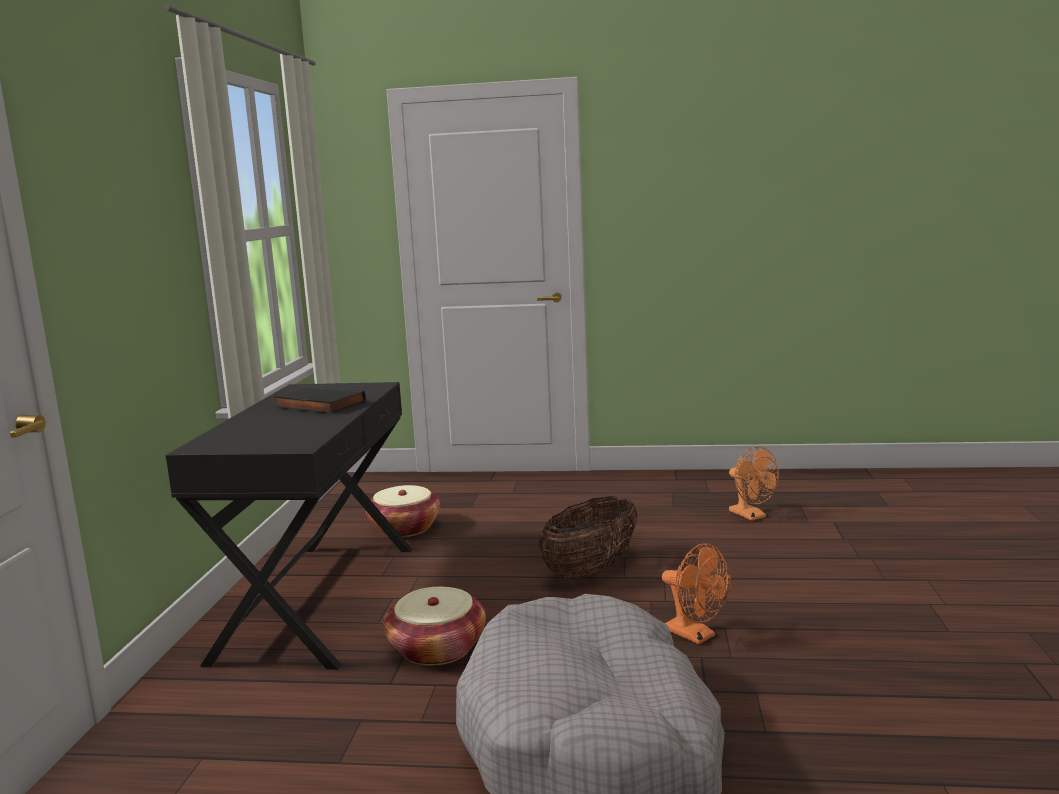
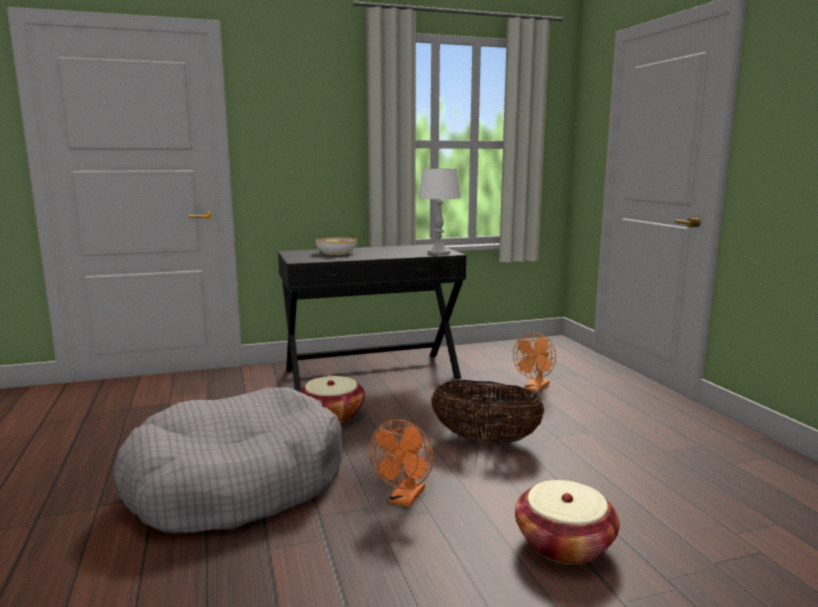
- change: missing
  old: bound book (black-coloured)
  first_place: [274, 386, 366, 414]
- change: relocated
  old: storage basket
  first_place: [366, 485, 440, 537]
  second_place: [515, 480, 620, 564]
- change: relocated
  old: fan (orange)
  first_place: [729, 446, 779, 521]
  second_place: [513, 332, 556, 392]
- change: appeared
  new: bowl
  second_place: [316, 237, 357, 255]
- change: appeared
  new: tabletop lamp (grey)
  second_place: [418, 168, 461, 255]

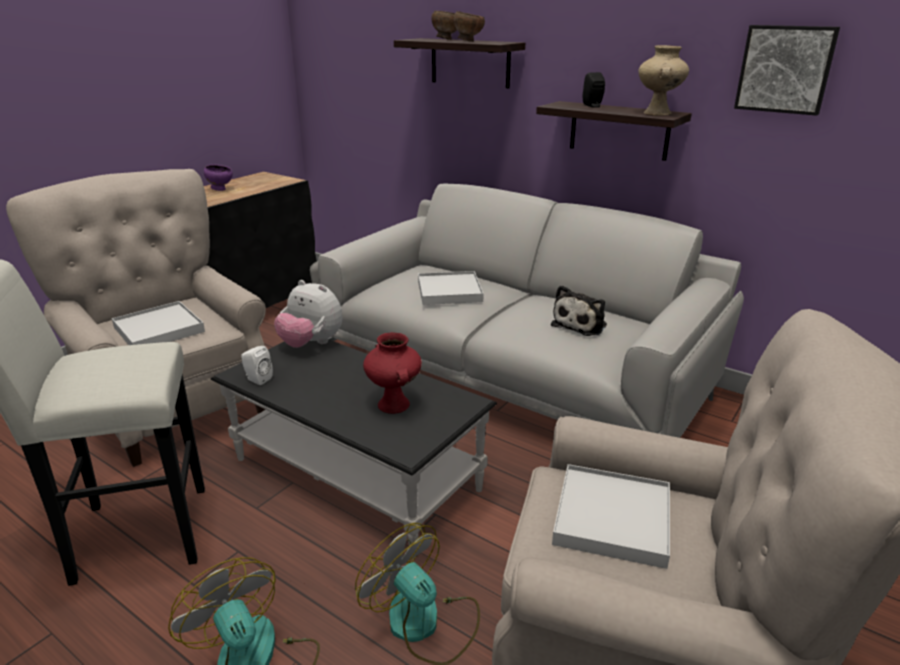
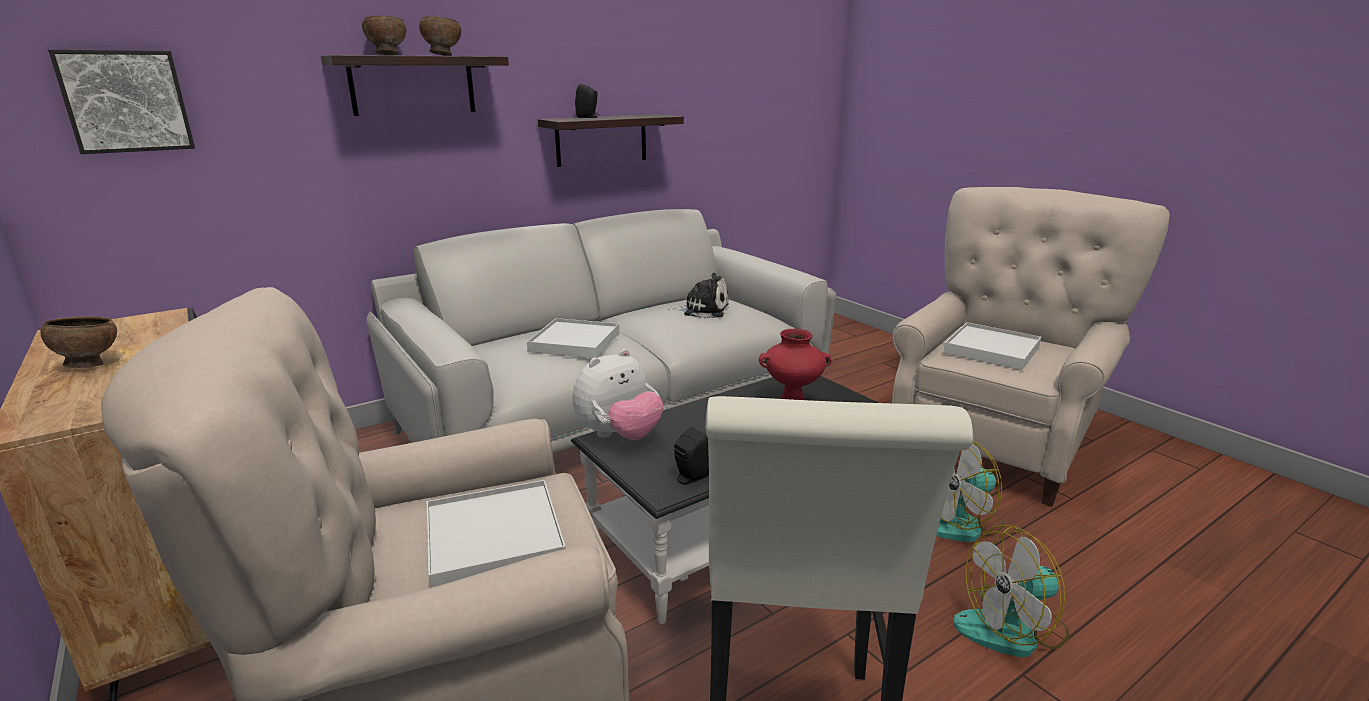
- change: colour
  old: bowl (purplish)
  new: bowl (brown)
  first_place: [204, 164, 233, 191]
  second_place: [40, 316, 117, 368]
- change: colour
  old: loudspeaker (white-coloured)
  new: loudspeaker (black-coloured)
  first_place: [241, 346, 273, 385]
  second_place: [674, 427, 709, 485]
- change: spun
  old: cuddly toy
  first_place: [551, 285, 607, 336]
  second_place: [668, 273, 729, 319]
  degrees: -45
- change: missing
  old: decorative vase (beige-coloured)
  first_place: [638, 45, 689, 116]
- change: relocated
  old: picture
  first_place: [734, 25, 840, 116]
  second_place: [48, 50, 195, 154]

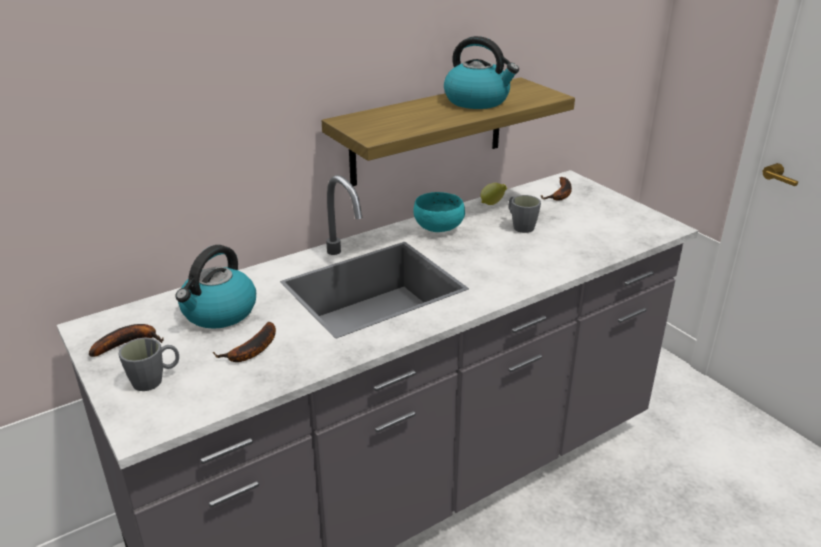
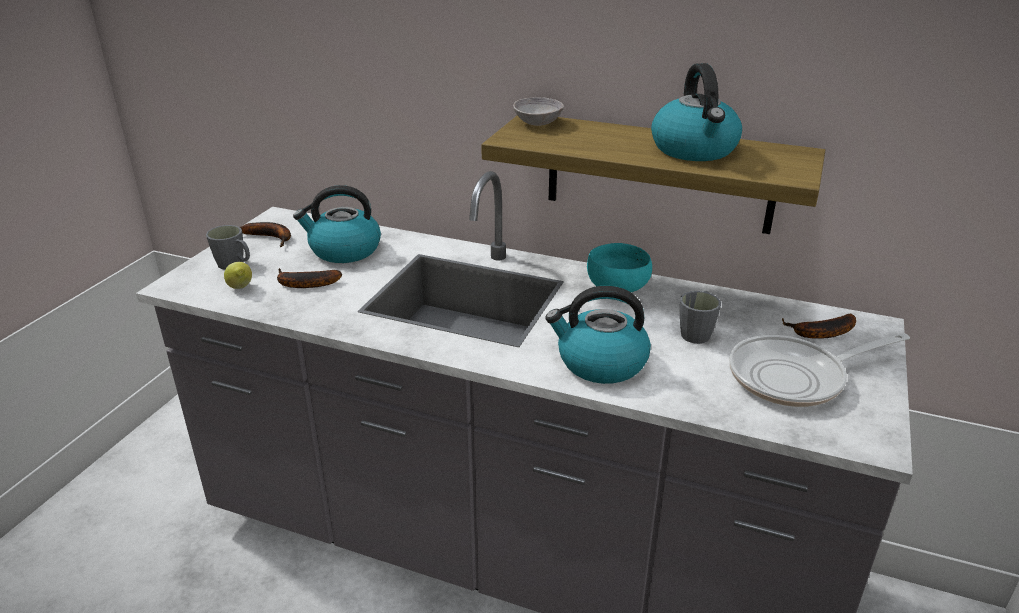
- change: relocated
  old: lemon
  first_place: [481, 183, 507, 205]
  second_place: [224, 262, 252, 289]
- change: appeared
  new: bowl (grey)
  second_place: [513, 97, 564, 126]
- change: appeared
  new: tea kettle
  second_place: [545, 286, 651, 384]
- change: appeared
  new: skillet
  second_place: [729, 333, 910, 407]

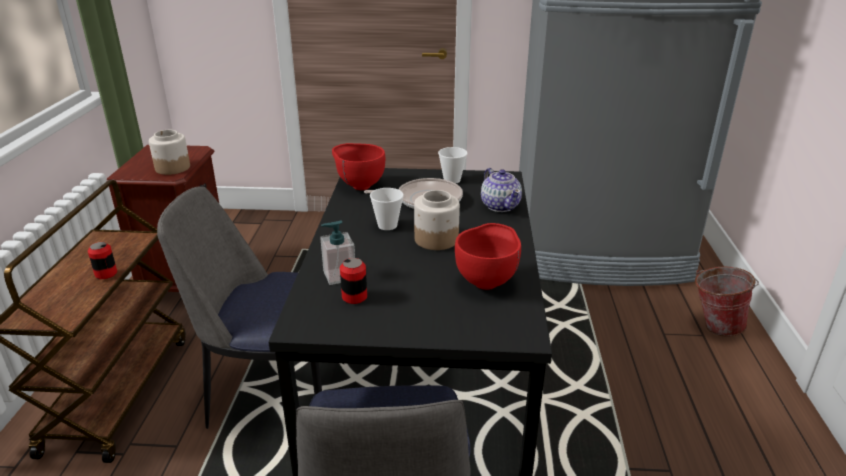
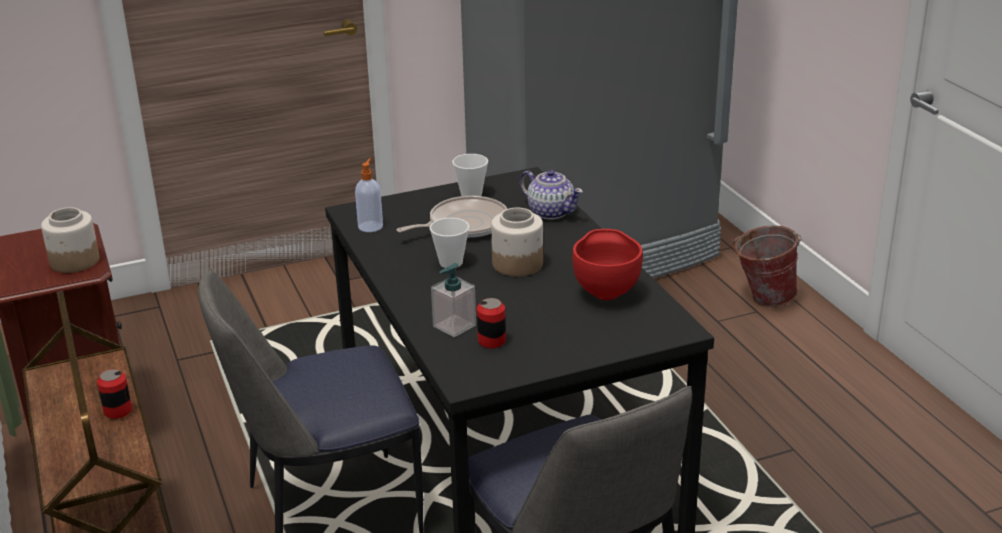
- change: exchanged
  old: bowl (reddish)
  new: soap bottle
  first_place: [332, 143, 385, 190]
  second_place: [355, 158, 383, 232]

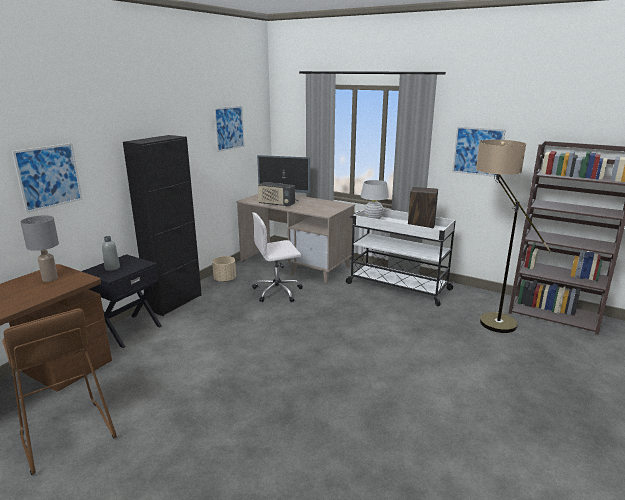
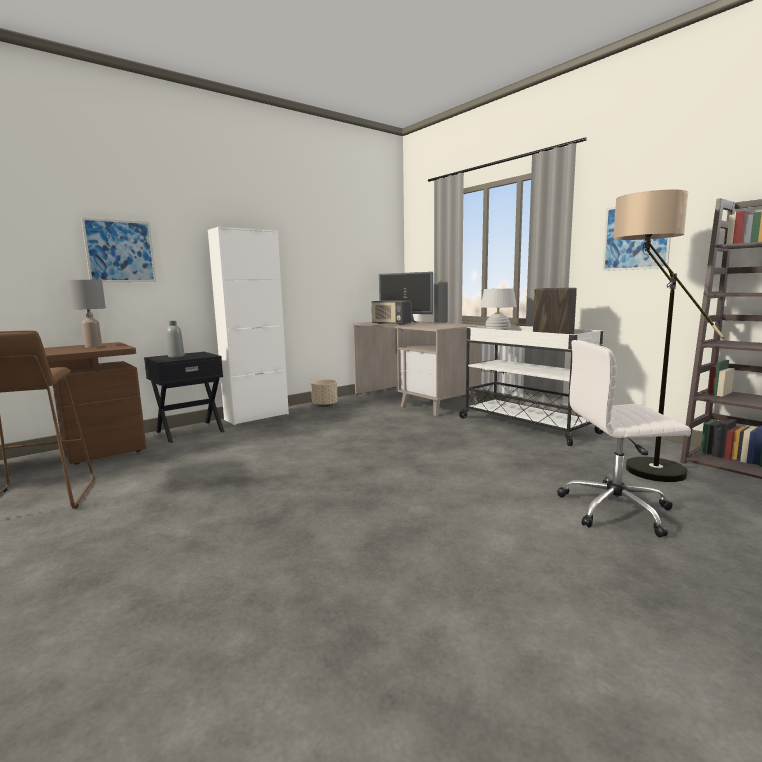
- change: colour
  old: storage cabinet (black-coloured)
  new: storage cabinet (white-coloured)
  first_place: [123, 135, 202, 316]
  second_place: [208, 227, 289, 425]
- change: missing
  old: picture
  first_place: [214, 106, 245, 152]
- change: relocated
  old: computer chair (white-coloured)
  first_place: [252, 212, 303, 302]
  second_place: [557, 340, 691, 537]

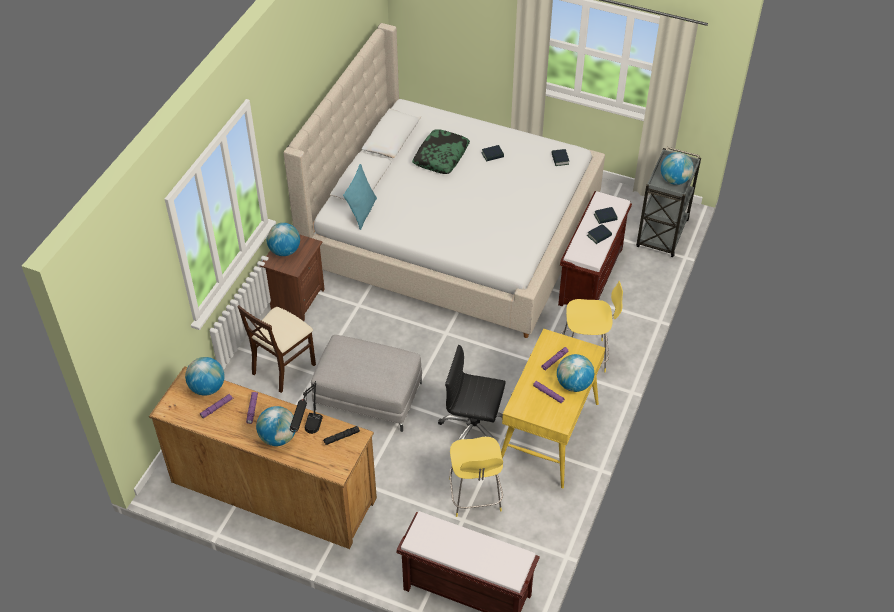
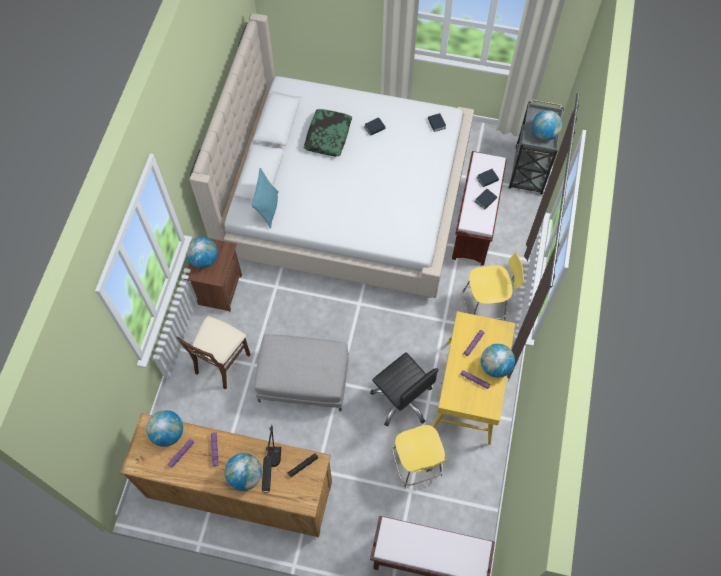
- change: spun
  old: computer chair (black-coloured)
  first_place: [438, 345, 506, 440]
  second_place: [370, 352, 439, 426]
  degrees: -135

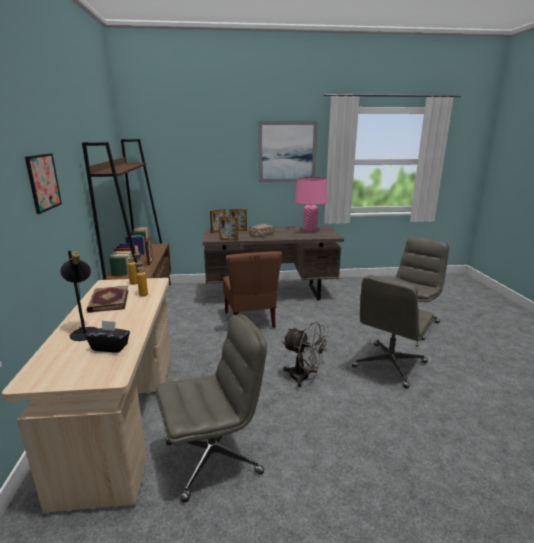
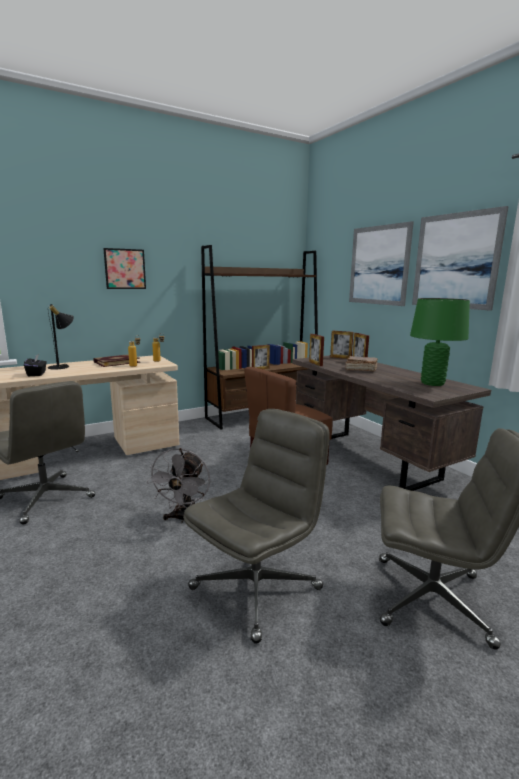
- change: colour
  old: tabletop lamp (pink)
  new: tabletop lamp (green)
  first_place: [295, 177, 328, 232]
  second_place: [410, 298, 470, 386]
- change: spun
  old: computer chair (grey)
  first_place: [352, 275, 434, 388]
  second_place: [183, 409, 330, 644]
  degrees: 120
- change: appeared
  new: picture
  second_place: [349, 221, 414, 306]

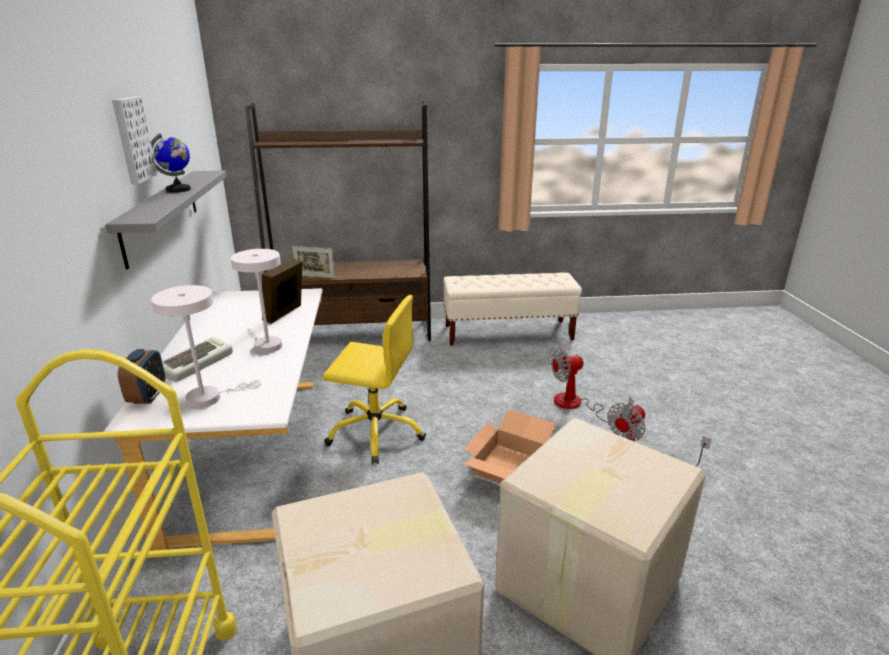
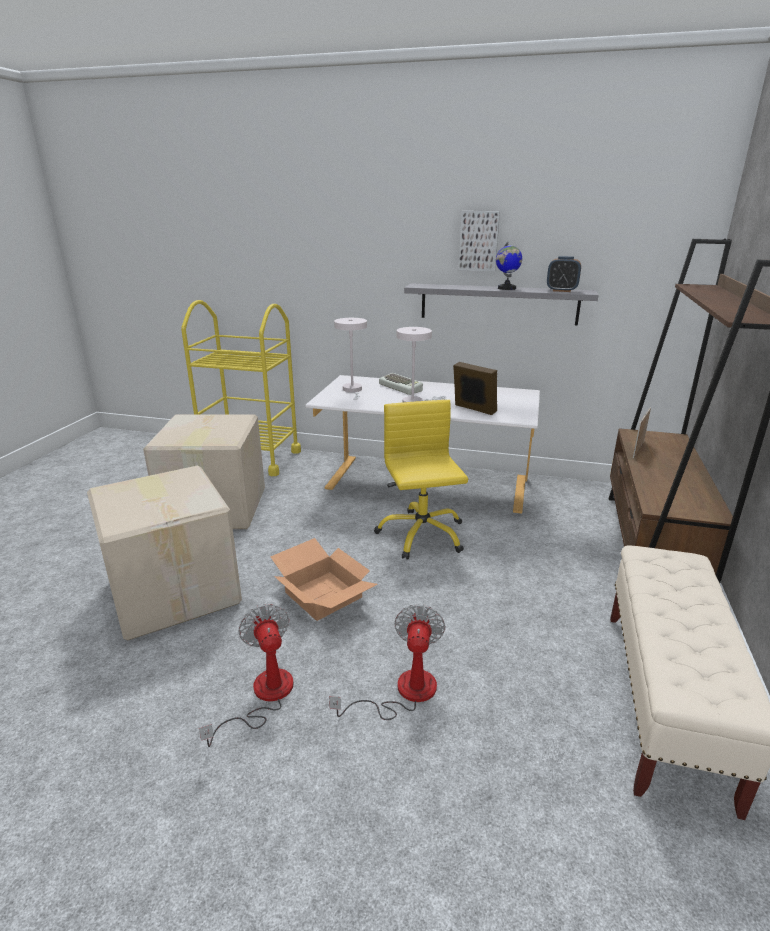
- change: relocated
  old: bedside clock
  first_place: [118, 349, 165, 404]
  second_place: [547, 256, 581, 292]
- change: spun
  old: computer chair (yellowish)
  first_place: [323, 295, 426, 464]
  second_place: [374, 400, 468, 560]
  degrees: 135

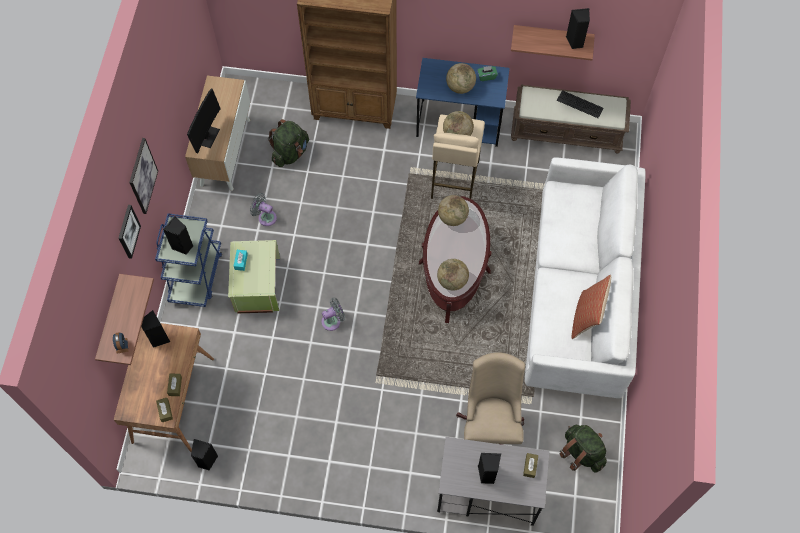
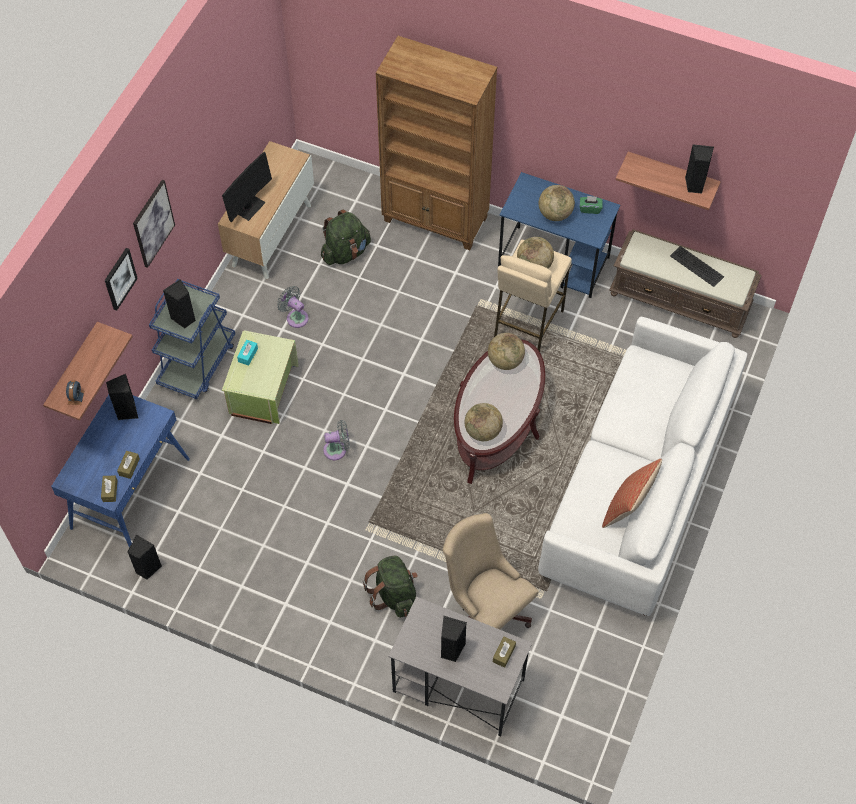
- change: colour
  old: desk unit (brown)
  new: desk unit (blue-coloured)
  first_place: [114, 323, 214, 452]
  second_place: [51, 395, 190, 548]
- change: spun
  old: computer chair (beige-coloured)
  first_place: [456, 352, 525, 445]
  second_place: [442, 513, 538, 629]
  degrees: -60
- change: relocated
  old: backpack (green)
  first_place: [560, 425, 607, 473]
  second_place: [363, 556, 418, 618]

